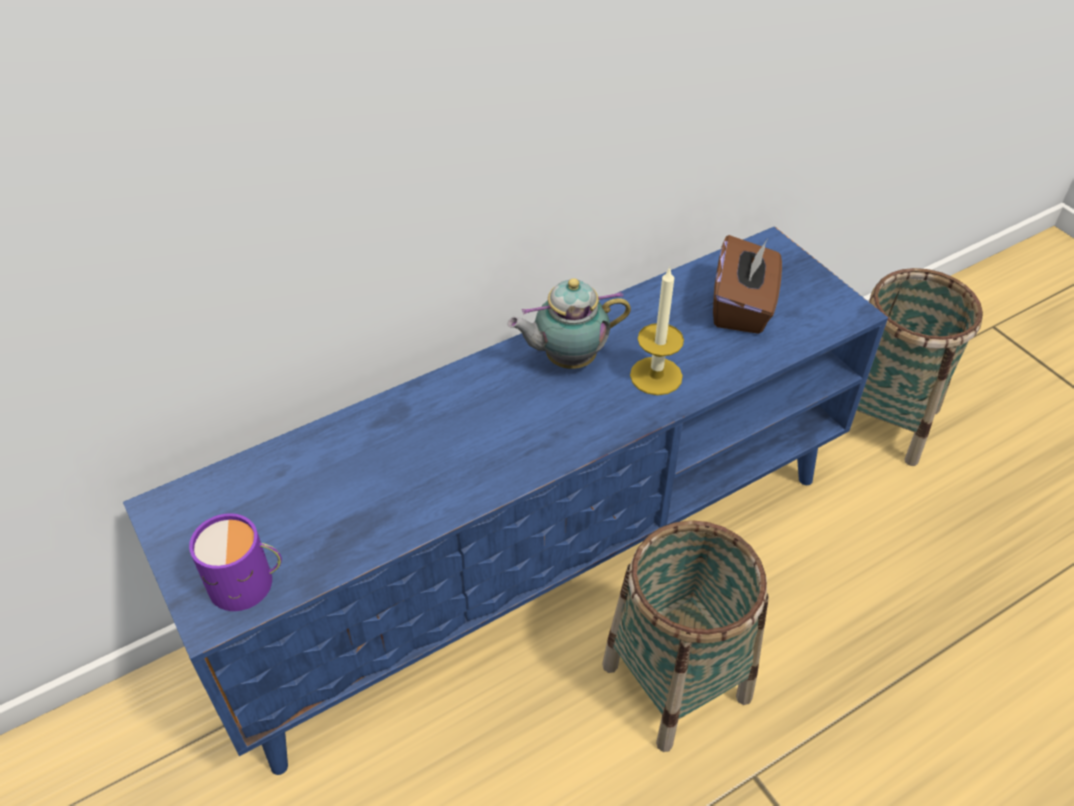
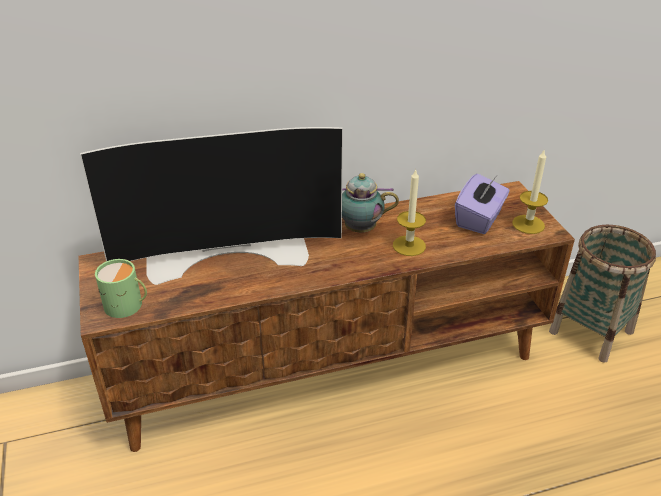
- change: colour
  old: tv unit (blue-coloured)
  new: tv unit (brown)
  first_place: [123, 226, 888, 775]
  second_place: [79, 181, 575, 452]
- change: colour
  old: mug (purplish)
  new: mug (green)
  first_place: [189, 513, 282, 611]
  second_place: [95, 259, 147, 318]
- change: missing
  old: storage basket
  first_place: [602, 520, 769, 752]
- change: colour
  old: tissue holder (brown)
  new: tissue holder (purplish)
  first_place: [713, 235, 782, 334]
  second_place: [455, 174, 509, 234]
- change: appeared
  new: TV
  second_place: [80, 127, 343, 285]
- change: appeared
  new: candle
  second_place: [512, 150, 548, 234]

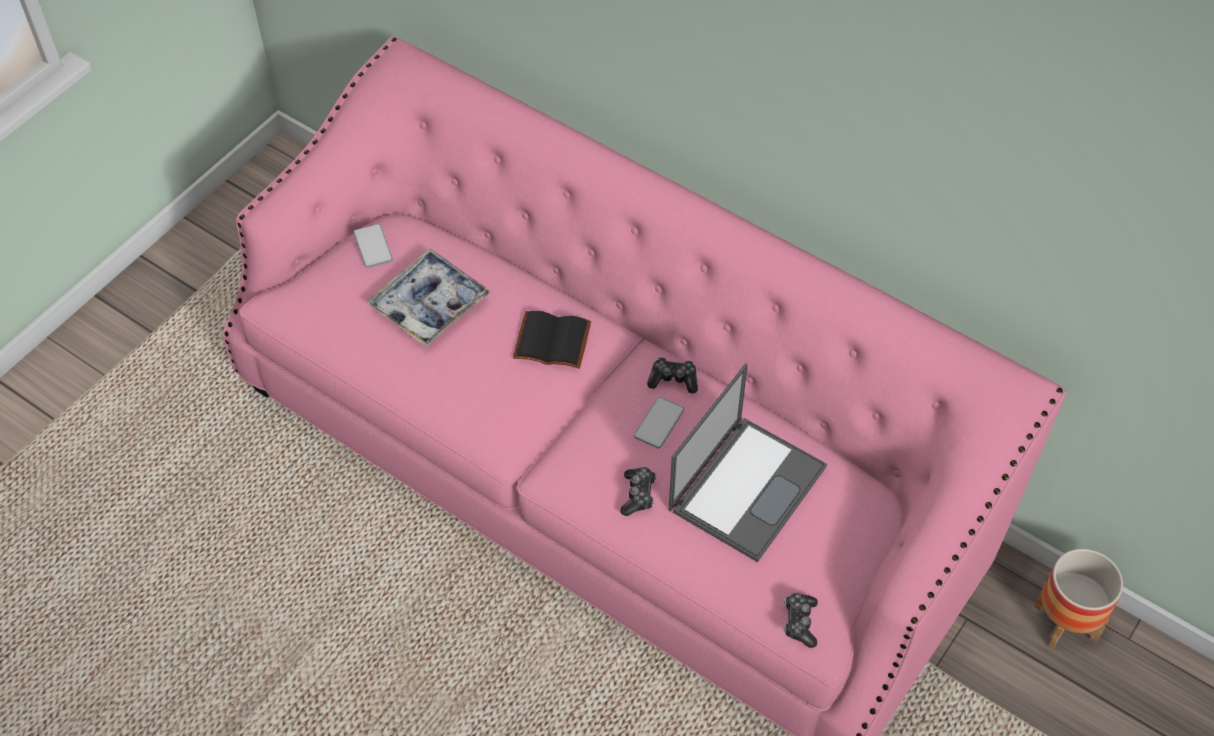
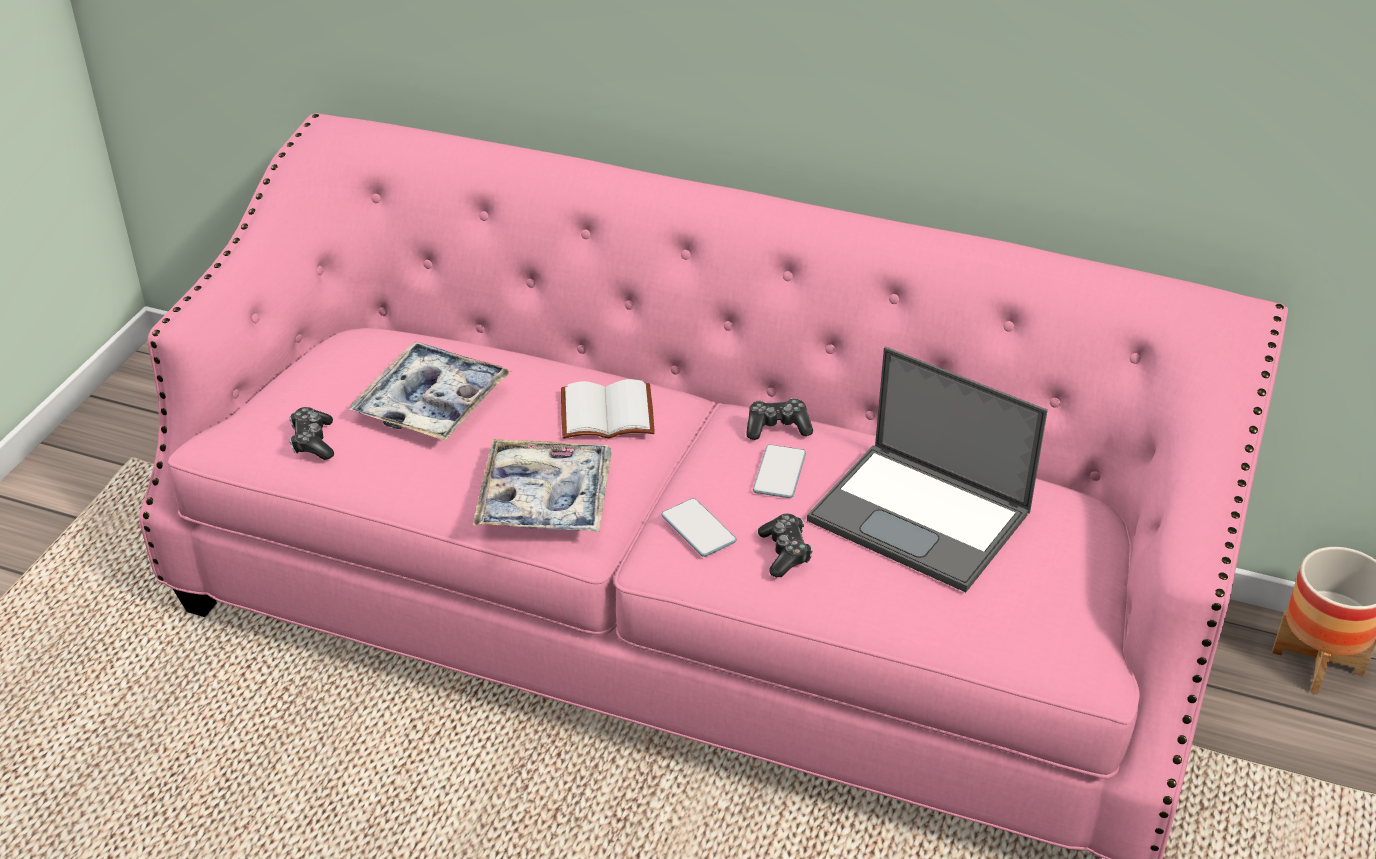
- change: relocated
  old: phone
  first_place: [354, 224, 393, 268]
  second_place: [662, 498, 737, 557]
- change: colour
  old: bound book (black-coloured)
  new: bound book (white-coloured)
  first_place: [513, 311, 591, 368]
  second_place: [561, 379, 655, 439]
- change: spun
  old: notebook computer
  first_place: [669, 363, 827, 562]
  second_place: [807, 347, 1048, 592]
  degrees: 105
- change: relocated
  old: joypad
  first_place: [784, 593, 818, 648]
  second_place: [289, 407, 334, 460]
- change: appeared
  new: tray
  second_place: [473, 439, 612, 532]

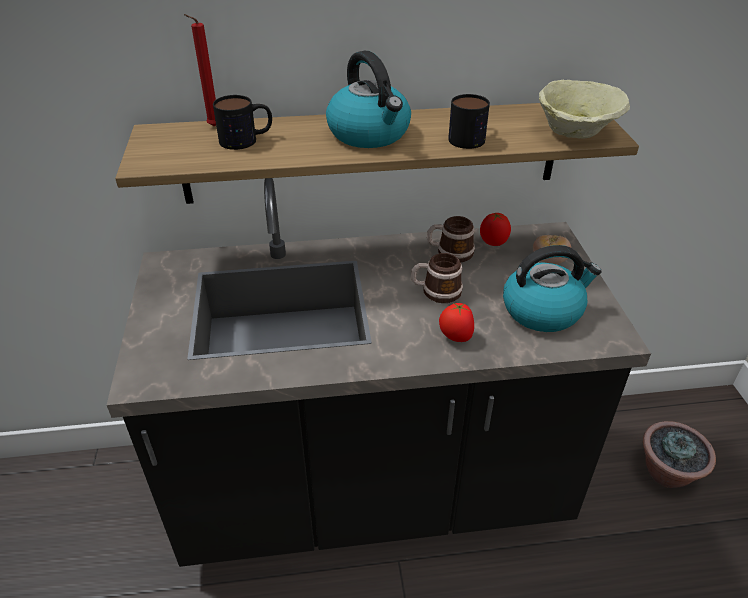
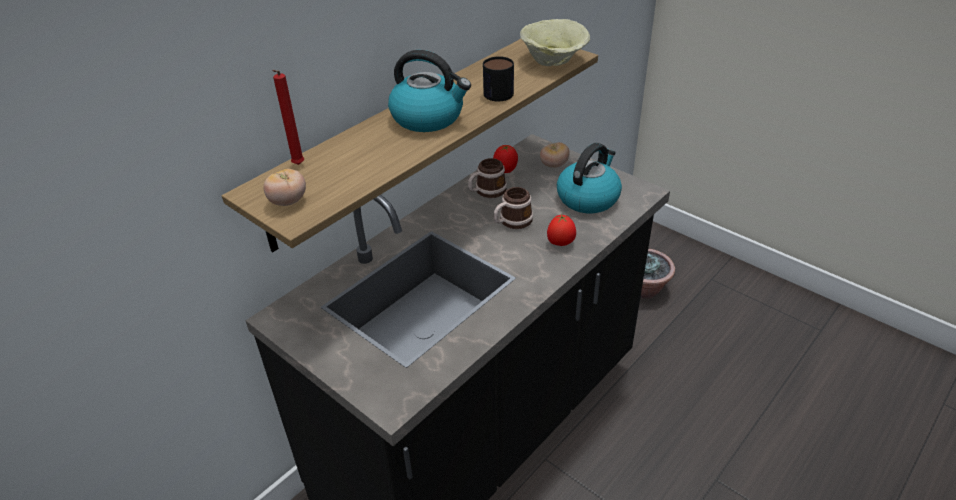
- change: missing
  old: mug
  first_place: [213, 95, 272, 150]
- change: appeared
  new: whole tomato
  second_place: [263, 169, 306, 206]

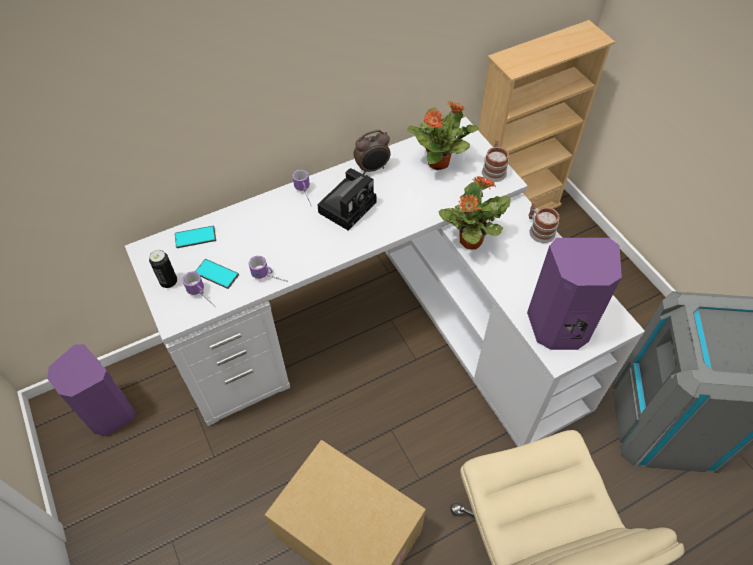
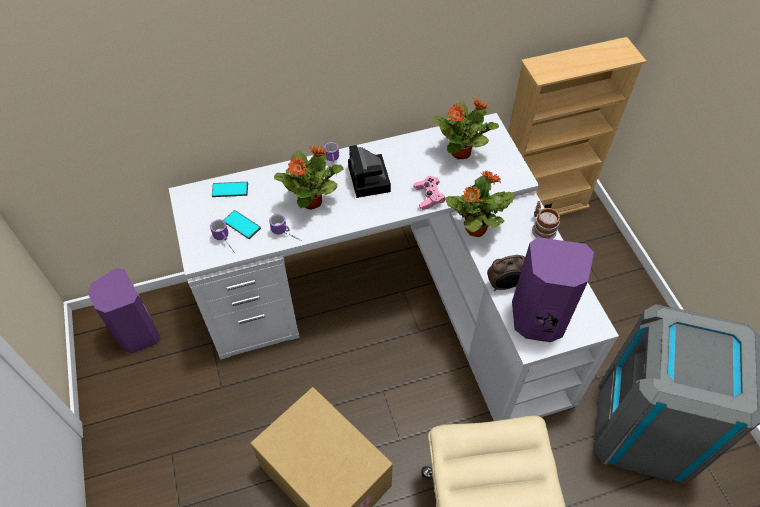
- change: missing
  old: metal can
  first_place: [149, 250, 177, 288]
- change: spun
  old: still camera
  first_place: [317, 168, 376, 230]
  second_place: [348, 145, 391, 198]
  degrees: 120
- change: relocated
  old: bedside clock
  first_place: [353, 130, 391, 174]
  second_place: [487, 255, 525, 291]
- change: missing
  old: mug
  first_place: [482, 140, 509, 182]
- change: appeared
  new: potted plant
  second_place: [274, 145, 343, 210]
- change: appeared
  new: joypad (pink)
  second_place: [413, 176, 445, 210]

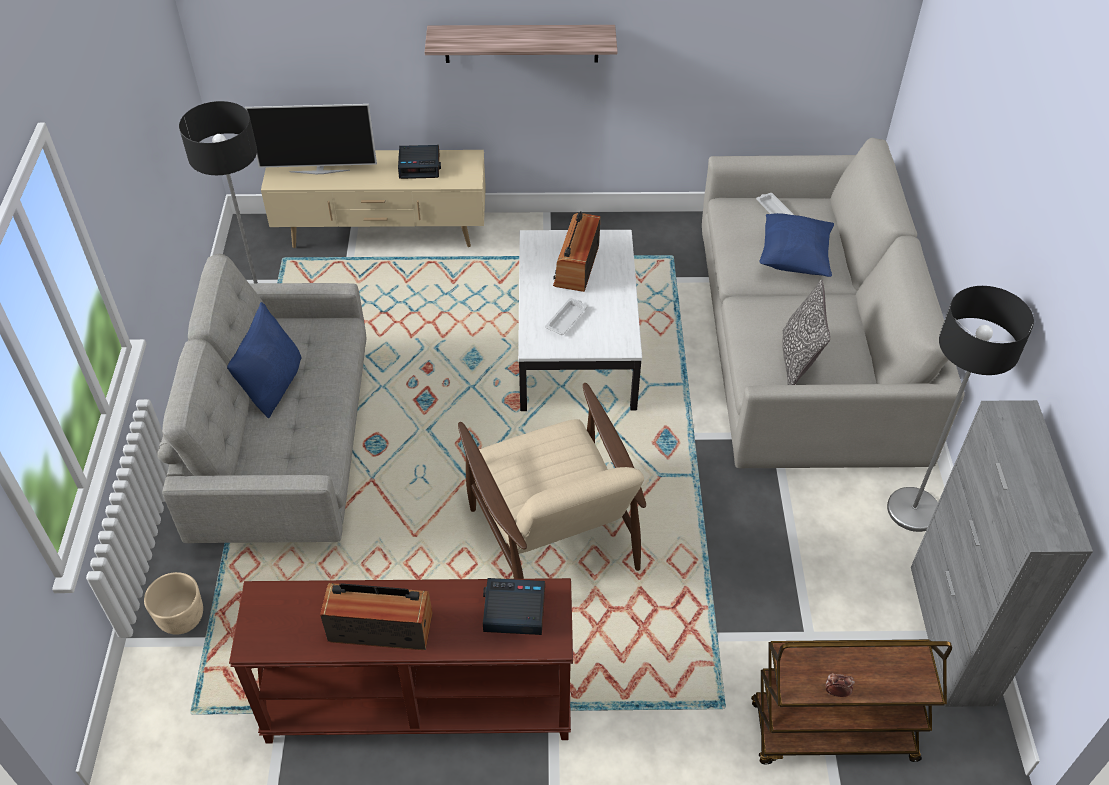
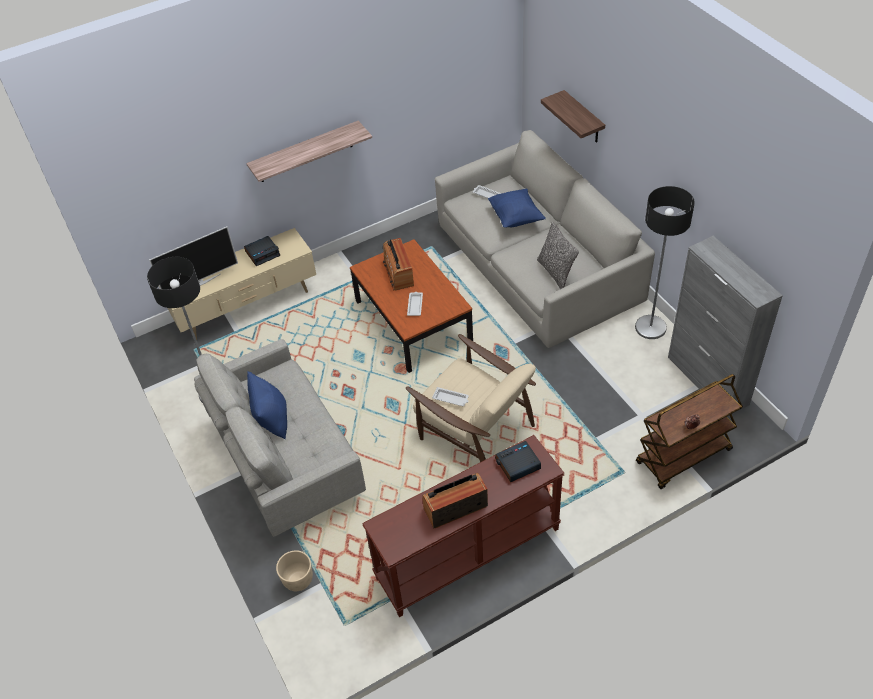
- change: colour
  old: lounge table (white-coloured)
  new: lounge table (brown)
  first_place: [518, 230, 642, 411]
  second_place: [350, 239, 473, 373]
- change: appeared
  new: tray (white-coloured)
  second_place: [432, 387, 469, 406]
- change: appeared
  new: wall shelf
  second_place: [541, 90, 605, 143]

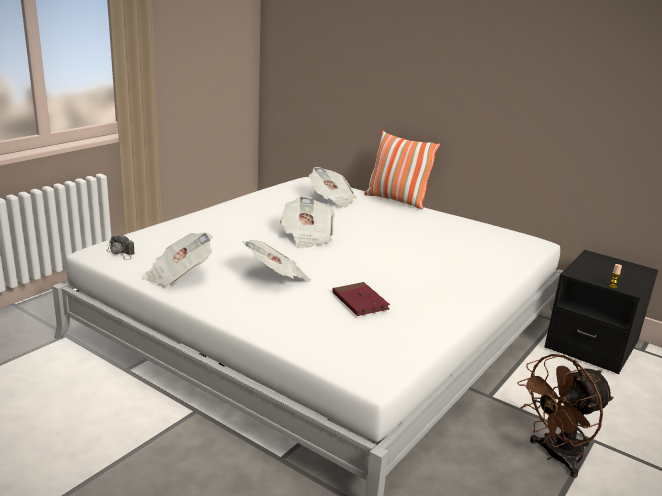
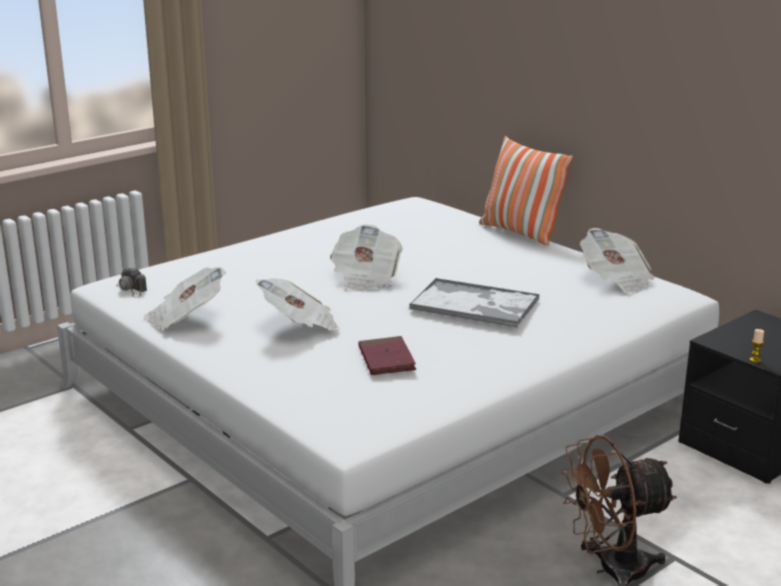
- change: relocated
  old: printed paper
  first_place: [309, 167, 357, 208]
  second_place: [580, 228, 655, 294]
- change: appeared
  new: tray
  second_place: [409, 278, 540, 328]

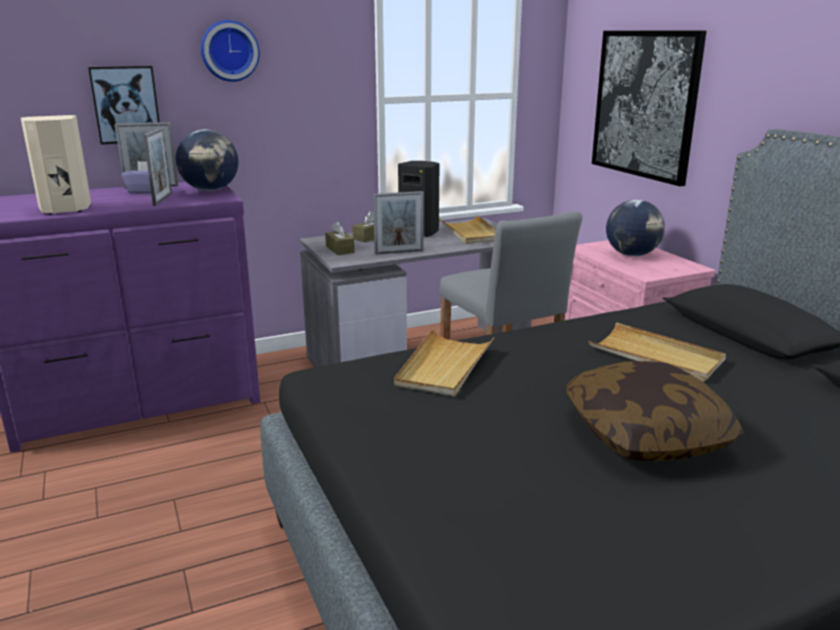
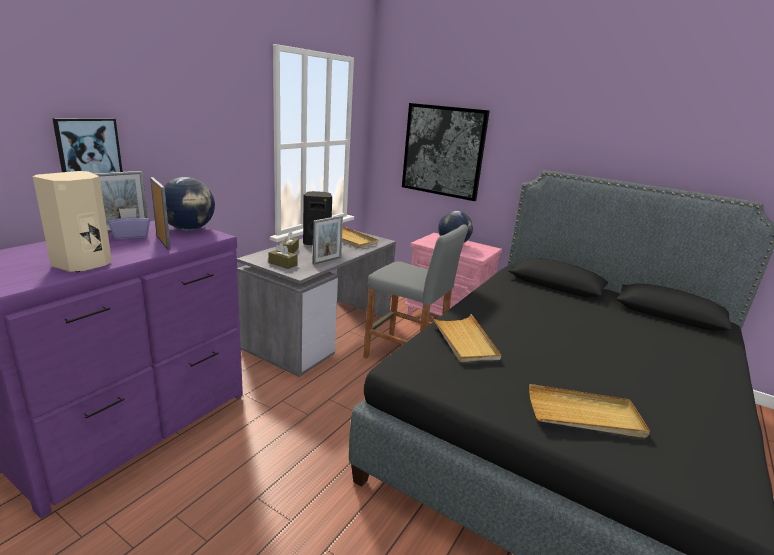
- change: missing
  old: hanging clock
  first_place: [201, 20, 260, 82]
- change: missing
  old: throw pillow
  first_place: [566, 361, 745, 461]
- change: relocated
  old: tray (beige-coloured)
  first_place: [589, 322, 726, 382]
  second_place: [529, 384, 650, 438]

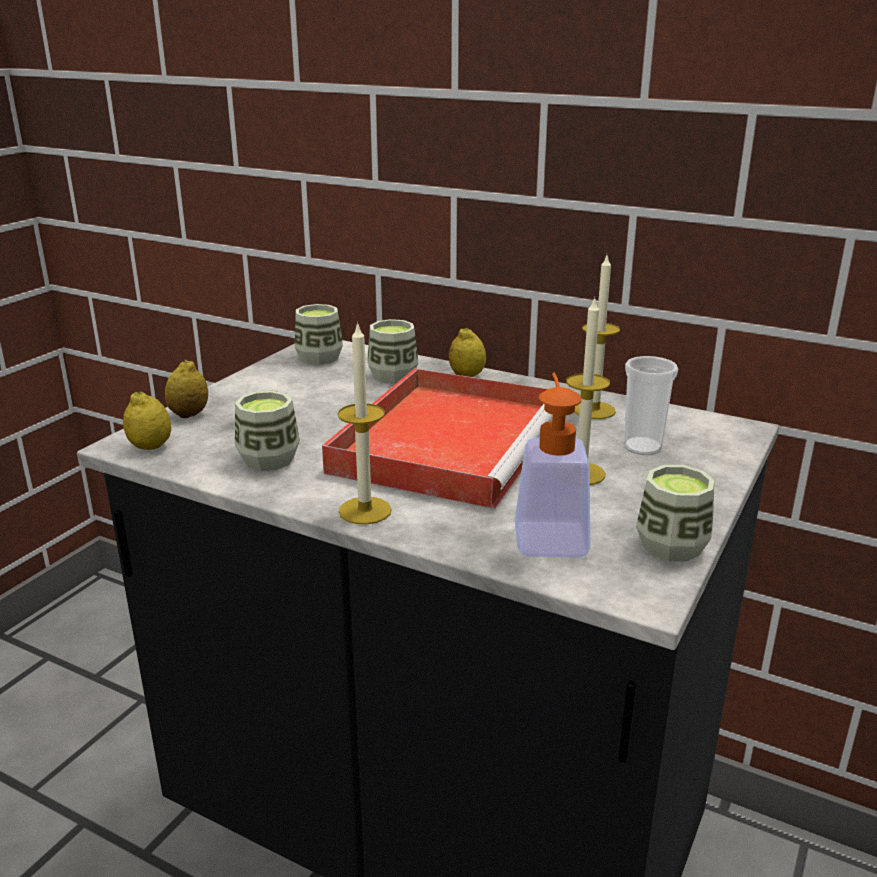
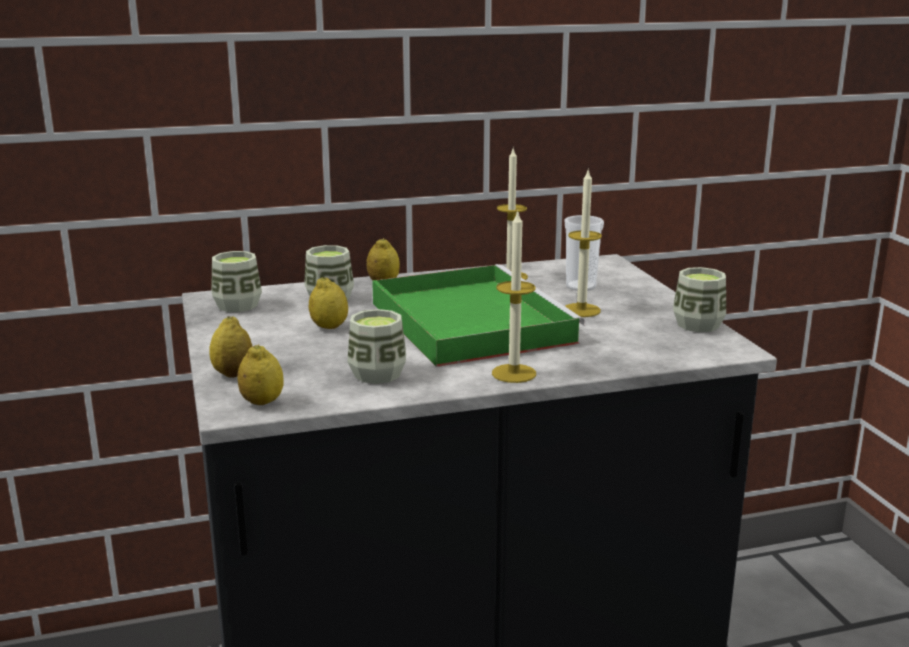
- change: colour
  old: tray (reddish)
  new: tray (green)
  first_place: [322, 368, 553, 509]
  second_place: [372, 264, 585, 367]
- change: missing
  old: soap bottle
  first_place: [515, 373, 590, 557]
- change: appeared
  new: lemon
  second_place: [309, 277, 348, 329]

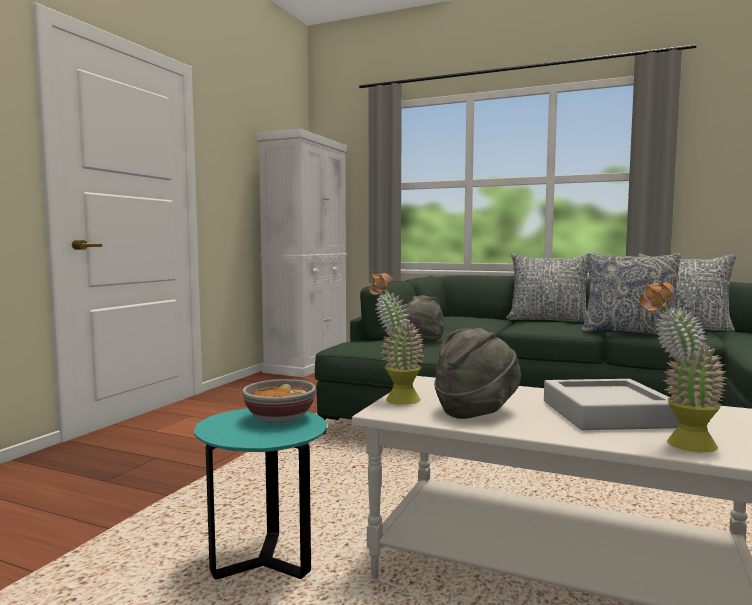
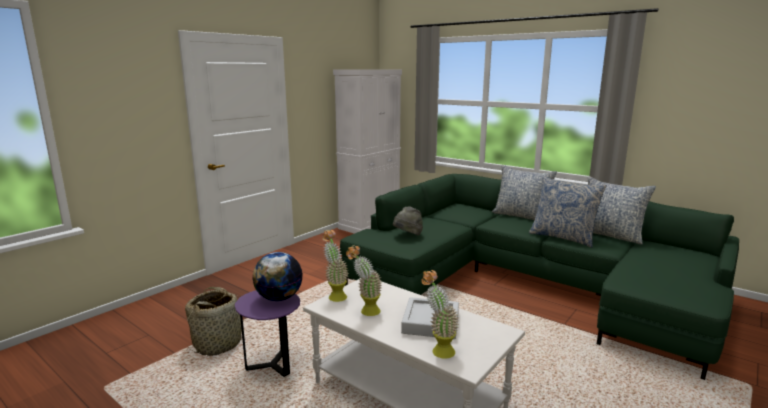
- change: colour
  old: accent table (turquoise-coloured)
  new: accent table (purplish)
  first_place: [194, 408, 327, 580]
  second_place: [235, 290, 300, 377]
- change: exchanged
  old: bowl
  new: globe
  first_place: [243, 379, 316, 423]
  second_place: [252, 252, 303, 301]
- change: exchanged
  old: wearable hat (grey)
  new: potted plant
  first_place: [434, 328, 521, 419]
  second_place: [346, 245, 382, 316]
- change: appeared
  new: storage basket
  second_place: [185, 287, 246, 356]

